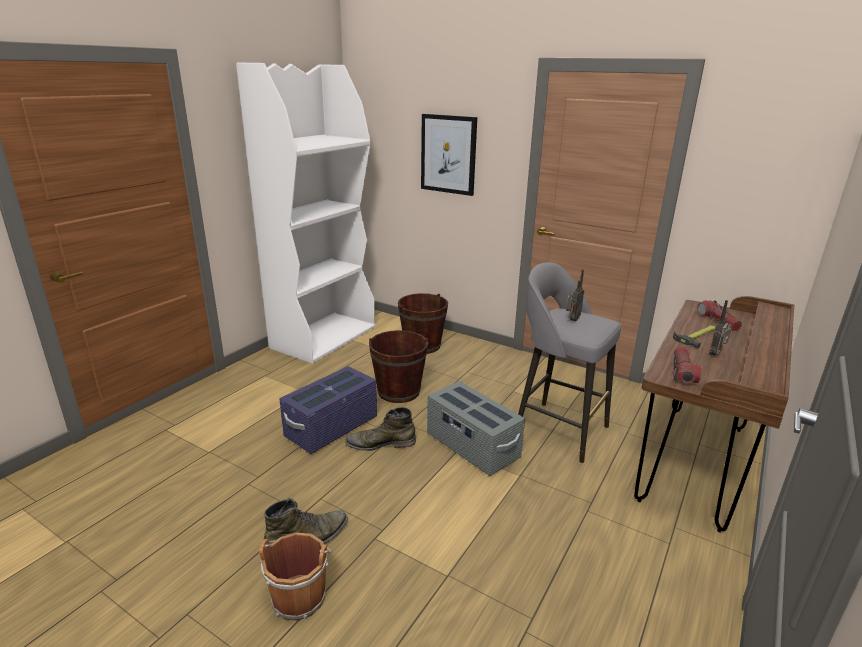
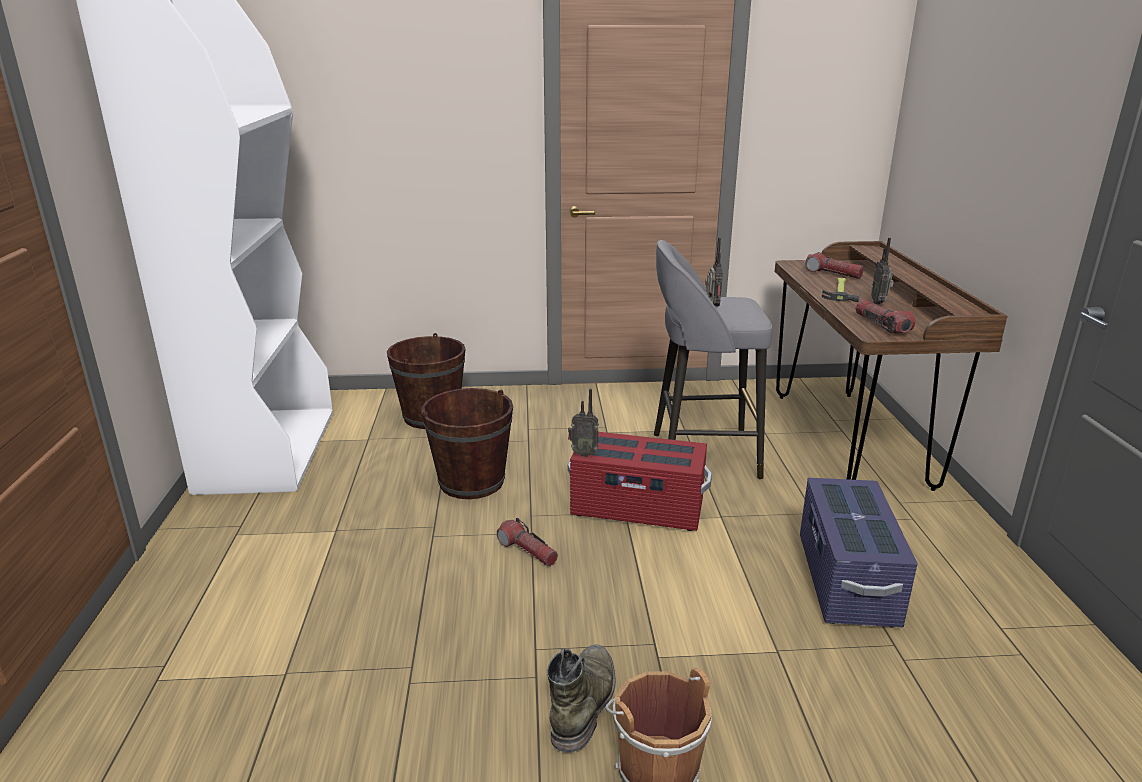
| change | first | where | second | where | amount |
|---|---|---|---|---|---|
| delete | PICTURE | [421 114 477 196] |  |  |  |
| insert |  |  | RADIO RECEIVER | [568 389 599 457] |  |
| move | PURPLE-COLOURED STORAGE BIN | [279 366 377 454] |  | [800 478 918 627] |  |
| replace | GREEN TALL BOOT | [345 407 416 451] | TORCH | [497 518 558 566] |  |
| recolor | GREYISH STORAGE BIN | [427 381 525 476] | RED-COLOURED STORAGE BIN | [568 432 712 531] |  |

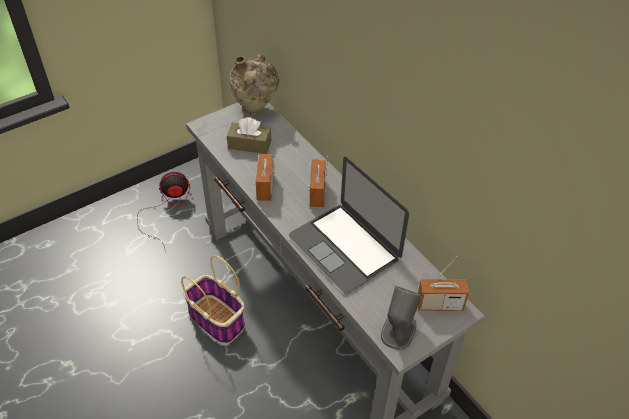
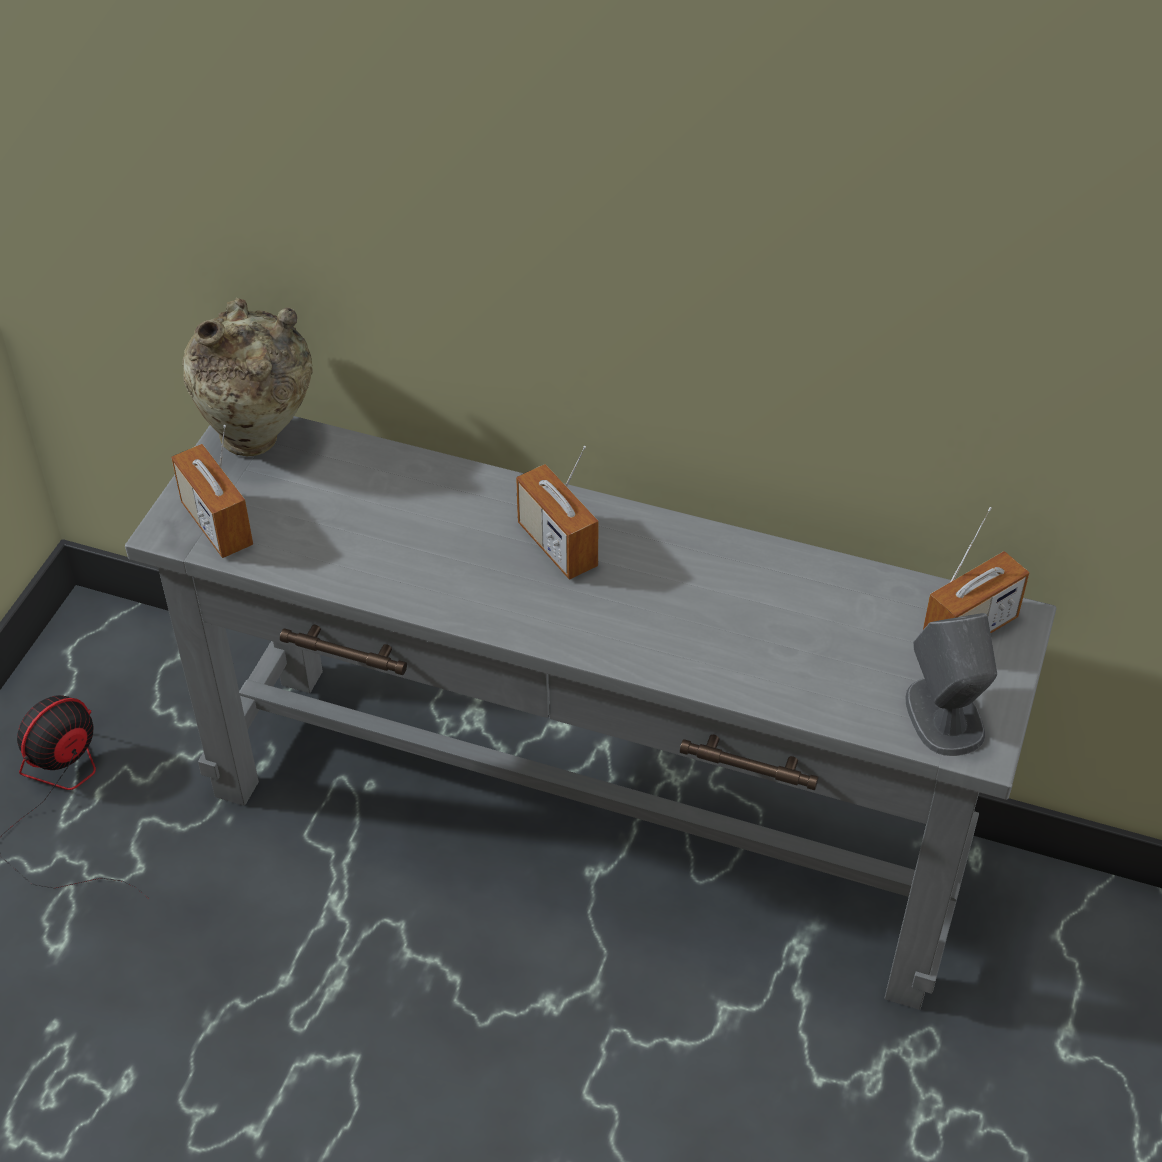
| change | first | where | second | where | amount |
|---|---|---|---|---|---|
| delete | HOUSEHOLD BASKET | [181 255 245 344] |  |  |  |
| delete | BROWN-COLOURED TISSUE BOX | [227 117 271 154] |  |  |  |
| delete | NOTEBOOK COMPUTER | [289 157 409 294] |  |  |  |
| move | RADIO RECEIVER | [255 150 275 201] |  | [171 425 253 558] |  |

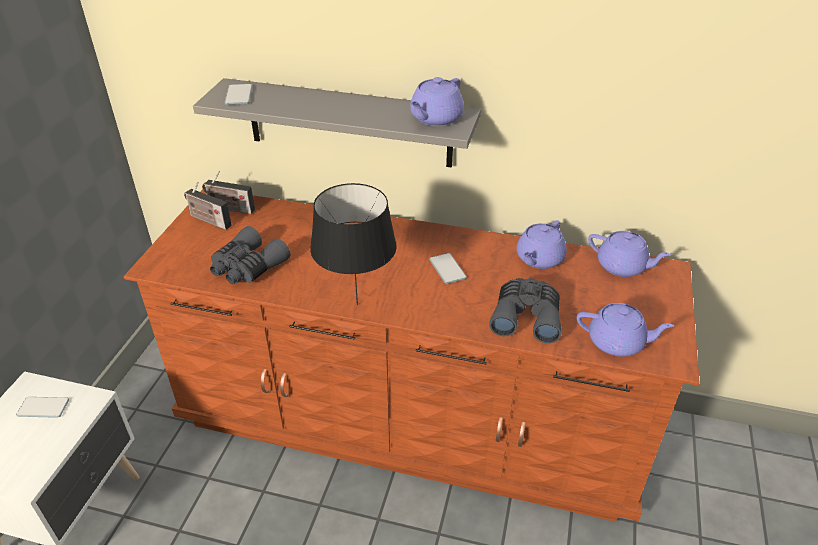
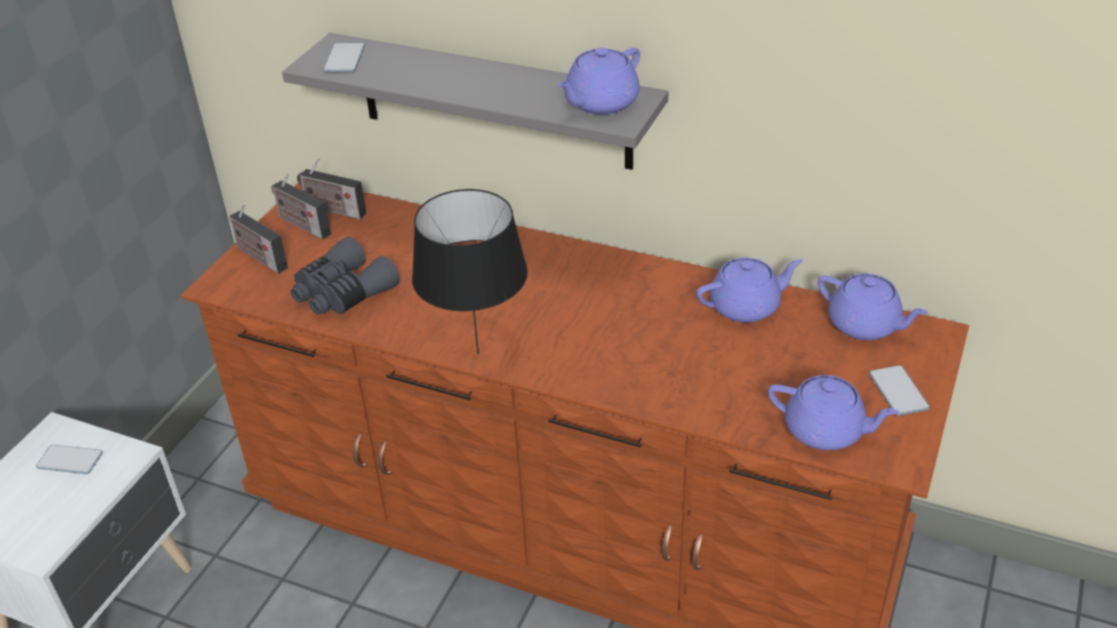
| change | first | where | second | where | amount |
|---|---|---|---|---|---|
| delete | GREYISH BINOCULARS | [489 278 562 343] |  |  |  |
| insert |  |  | RADIO RECEIVER | [229 203 288 274] |  |
| move | PHONE | [429 253 467 284] |  | [869 365 930 416] |  |
| rotate | PURPLE-COLOURED TEA POT | [516 220 567 269] |  | [696 258 803 323] | 150 degrees counterclockwise |

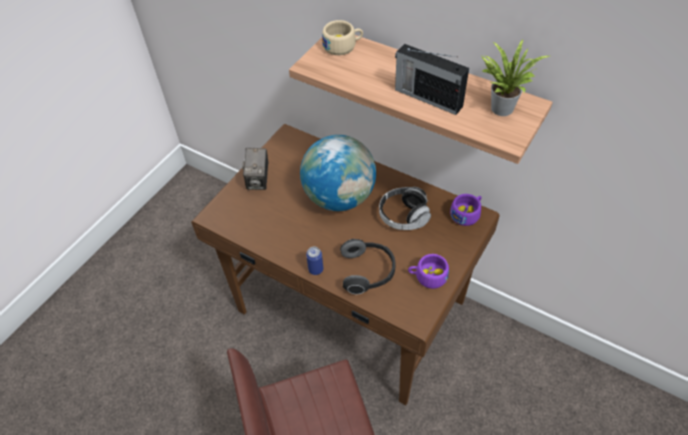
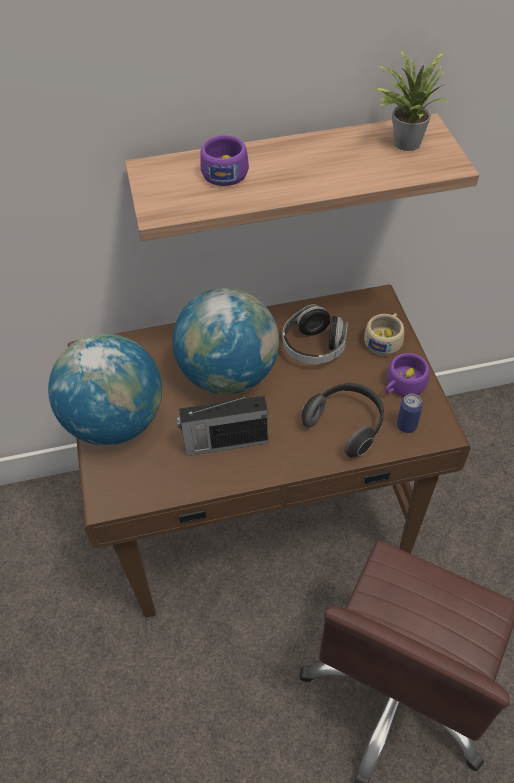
| change | first | where | second | where | amount |
|---|---|---|---|---|---|
| move | SEALED CAN | [306 247 323 275] |  | [397 394 423 433] |  |
| move | BEIGE-COLOURED DRINKING CUP | [322 20 363 55] |  | [364 313 404 356] |  |
| move | RADIO RECEIVER | [395 44 469 115] |  | [176 394 268 456] |  |
| move | PURPLE-COLOURED DRINKING CUP | [450 194 482 226] |  | [200 135 249 186] |  |
| replace | STILL CAMERA | [242 148 268 190] | DESK GLOBE | [48 334 162 445] |  |

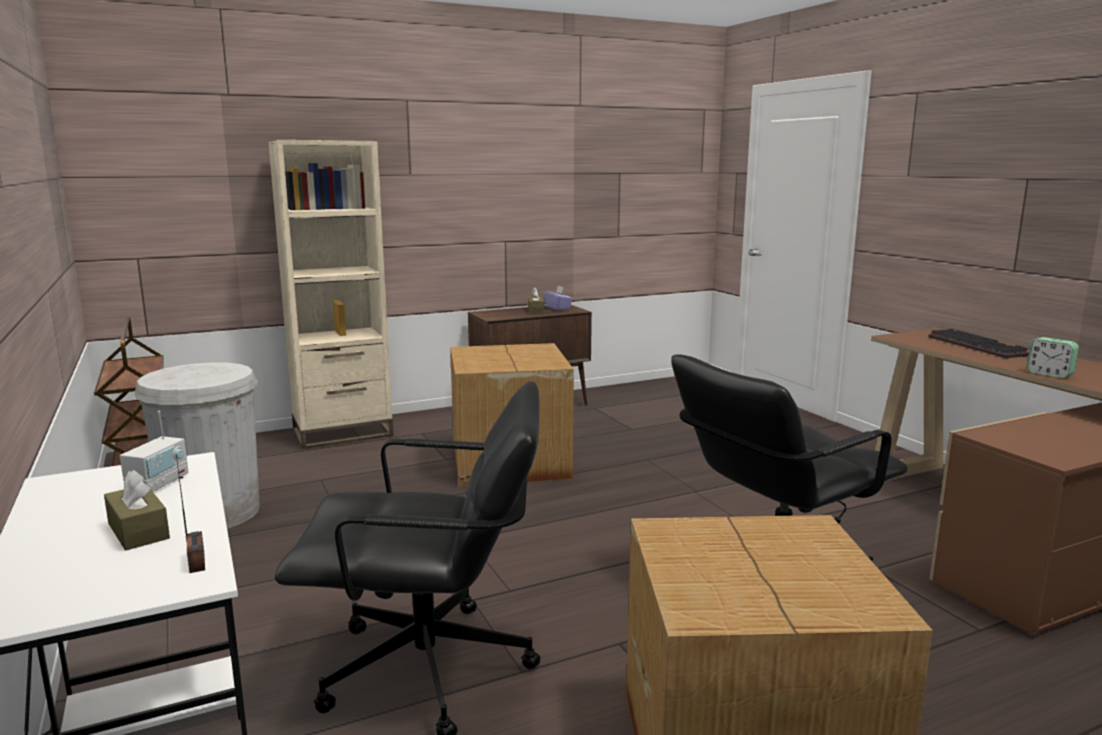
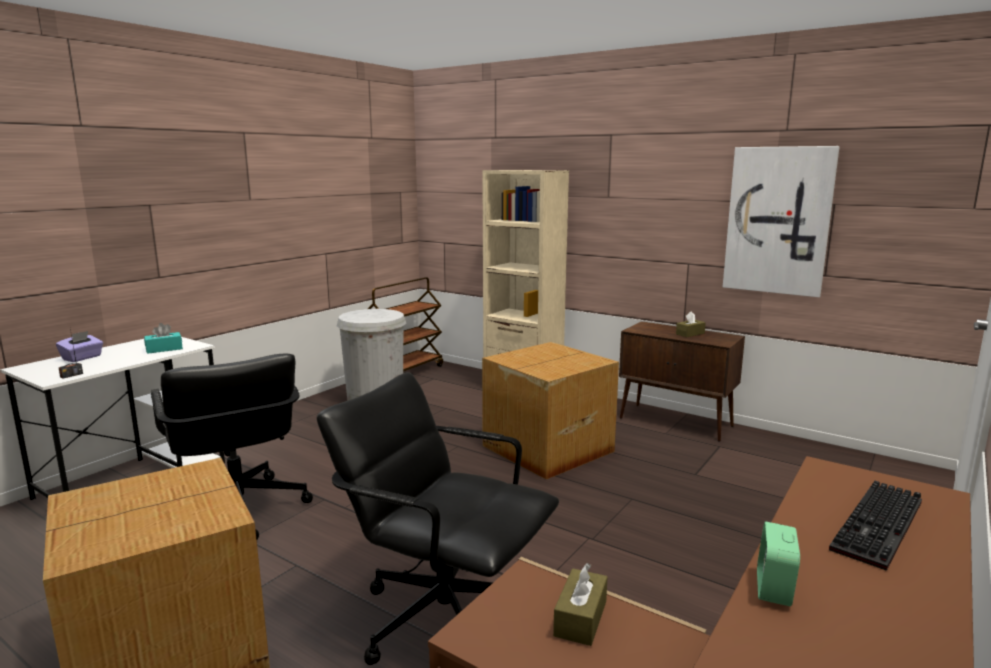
| change | first | where | second | where | amount |
|---|---|---|---|---|---|
| insert |  |  | PICTURE | [723 146 840 297] |  |
| move | BROWN-COLOURED TISSUE BOX | [104 470 170 550] |  | [553 563 607 646] |  |
| move | PURPLE-COLOURED TISSUE BOX | [544 286 573 310] |  | [56 331 103 362] |  |
| replace | RADIO RECEIVER | [120 410 188 492] | TURQUOISE-COLOURED TISSUE BOX | [144 323 183 354] |  |

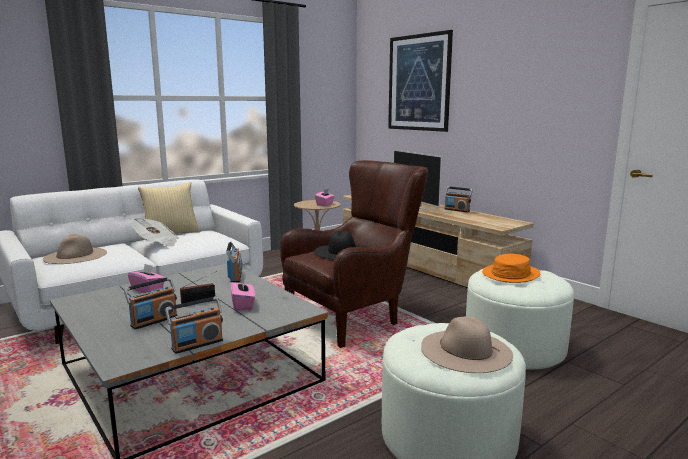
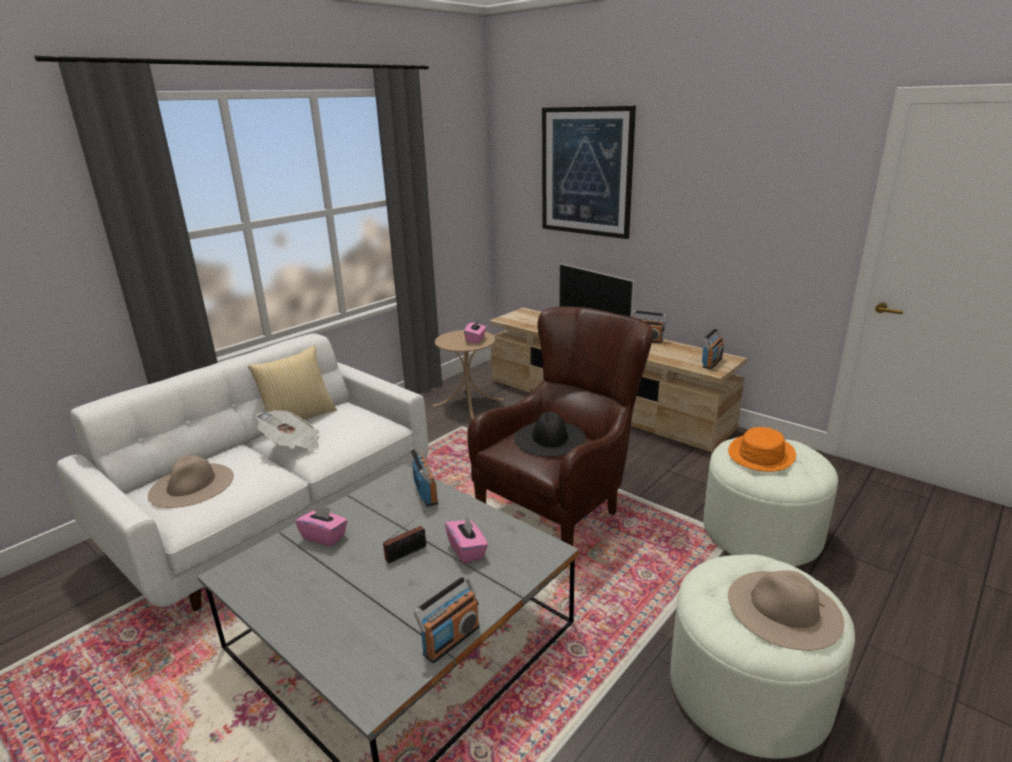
| change | first | where | second | where | amount |
|---|---|---|---|---|---|
| move | RADIO RECEIVER | [124 277 177 329] |  | [702 328 724 369] |  |

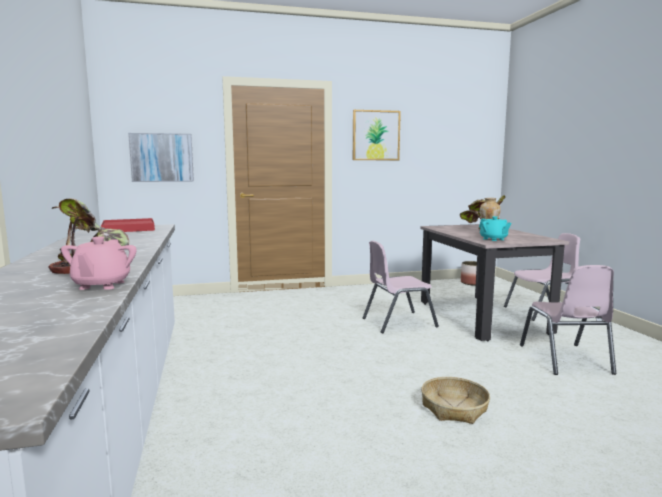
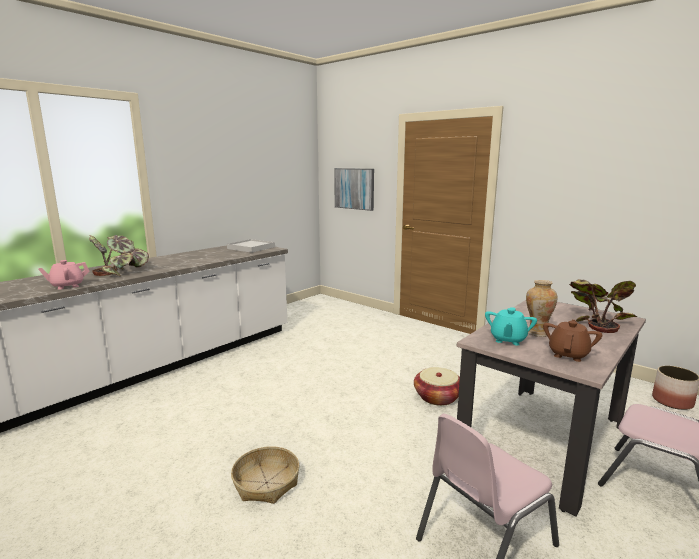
| change | first | where | second | where | amount |
|---|---|---|---|---|---|
| delete | PICTURE | [353 110 401 160] |  |  |  |
| insert |  |  | BROWN-COLOURED TEA POT | [543 320 602 362] |  |
| replace | PINKISH UPRIGHT CHAIR | [363 241 439 333] | HOUSEHOLD BASKET | [414 367 460 406] |  |
| recolor | RED-COLOURED TRAY | [101 218 155 232] | WHITE TRAY | [227 239 275 253] |  |

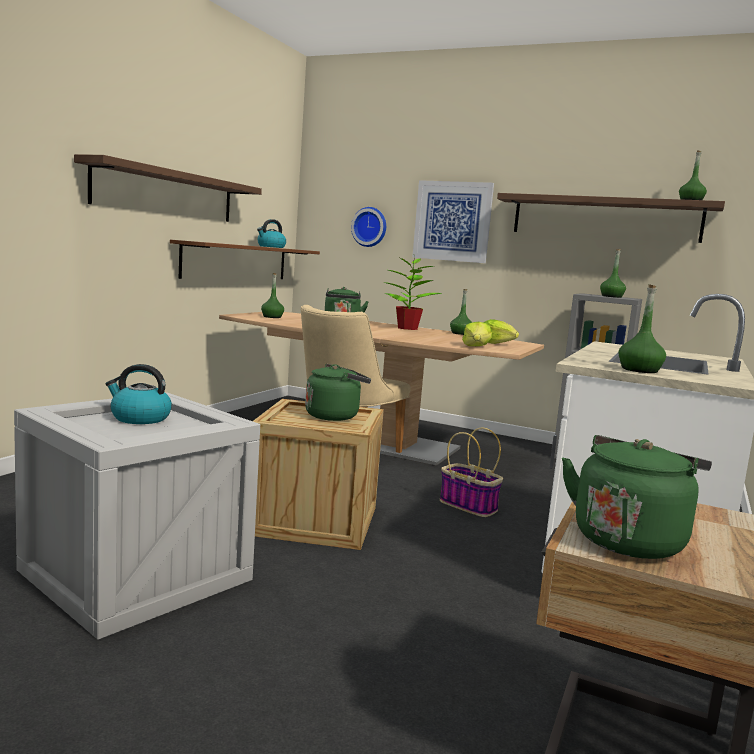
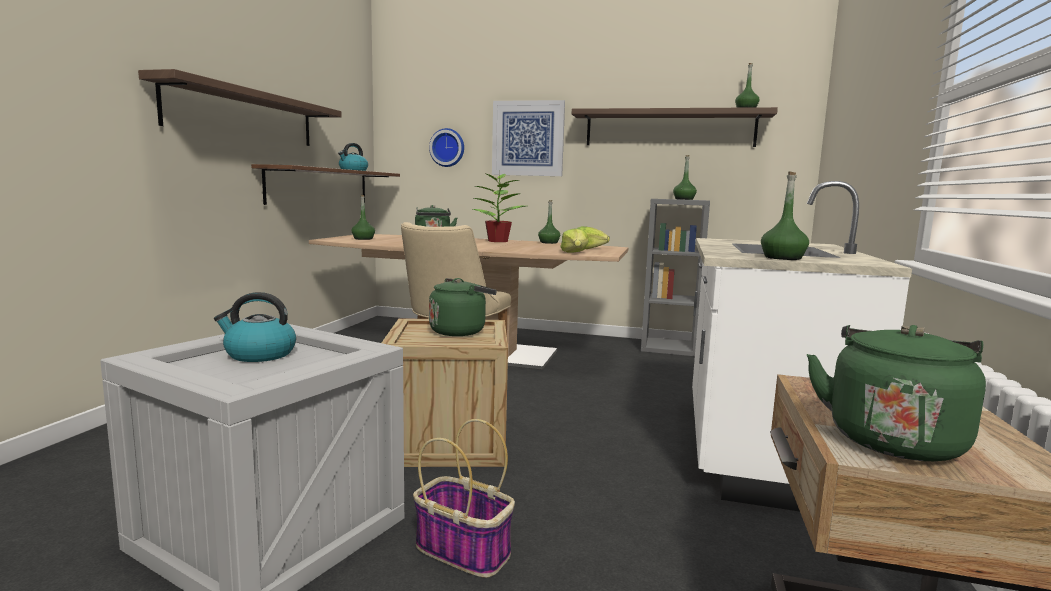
| change | first | where | second | where | amount |
|---|---|---|---|---|---|
| move | HOUSEHOLD BASKET | [440 428 503 517] |  | [413 419 515 578] |  |

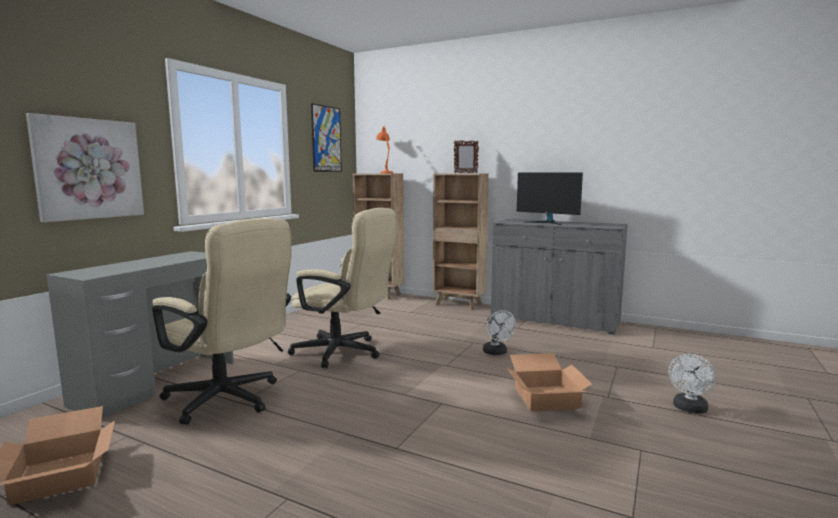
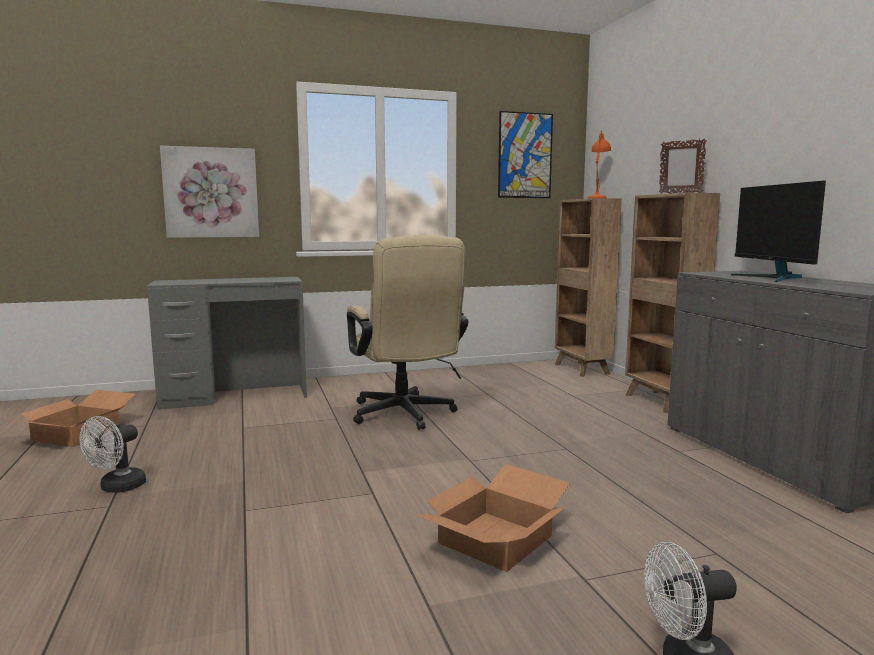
| change | first | where | second | where | amount |
|---|---|---|---|---|---|
| delete | BEIGE-COLOURED COMPUTER CHAIR | [152 218 291 425] |  |  |  |
| move | WHITE ELECTRIC FAN | [483 310 516 355] |  | [79 416 146 493] |  |

